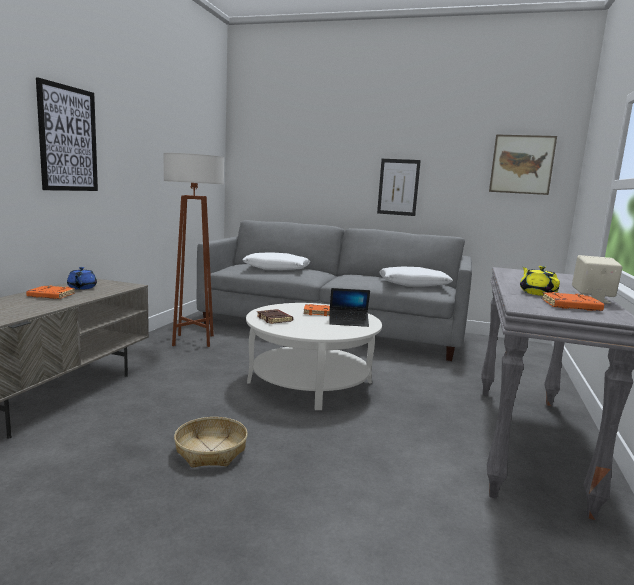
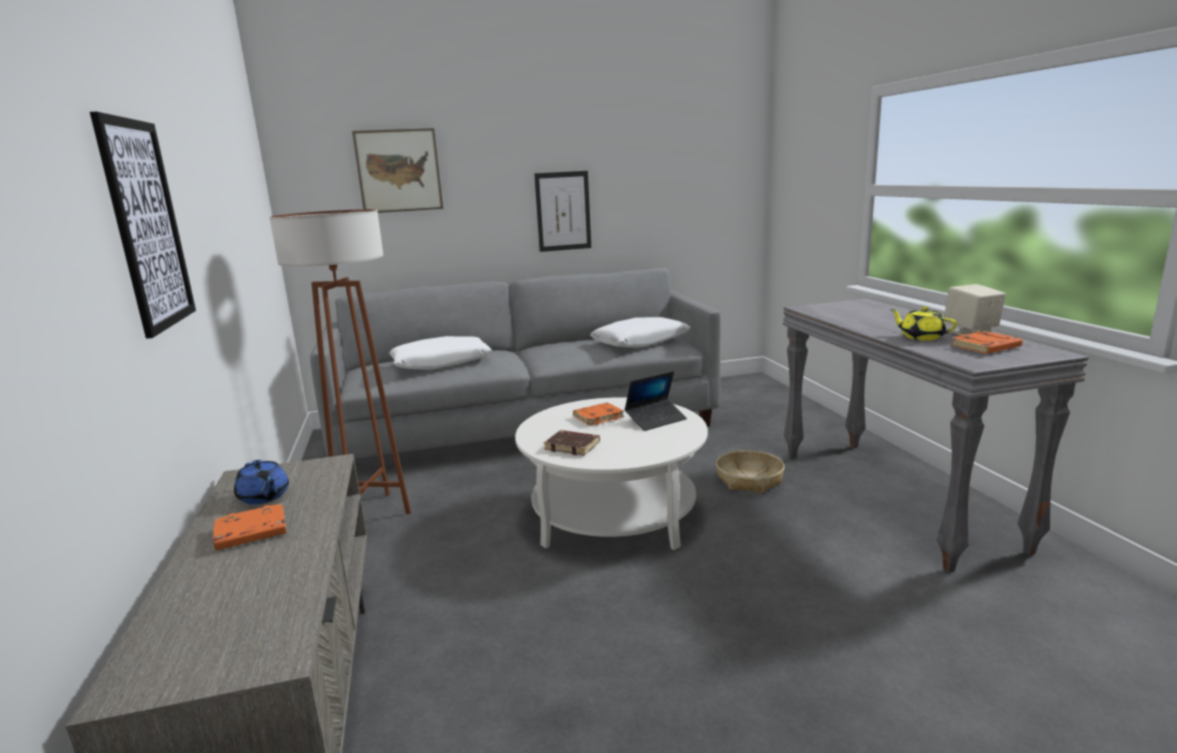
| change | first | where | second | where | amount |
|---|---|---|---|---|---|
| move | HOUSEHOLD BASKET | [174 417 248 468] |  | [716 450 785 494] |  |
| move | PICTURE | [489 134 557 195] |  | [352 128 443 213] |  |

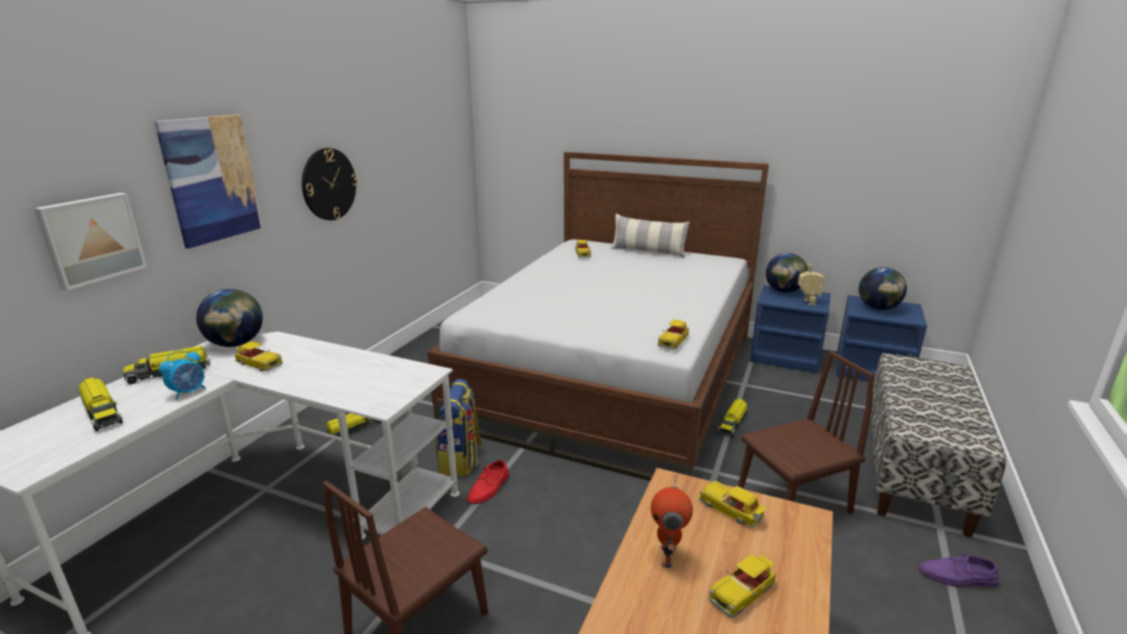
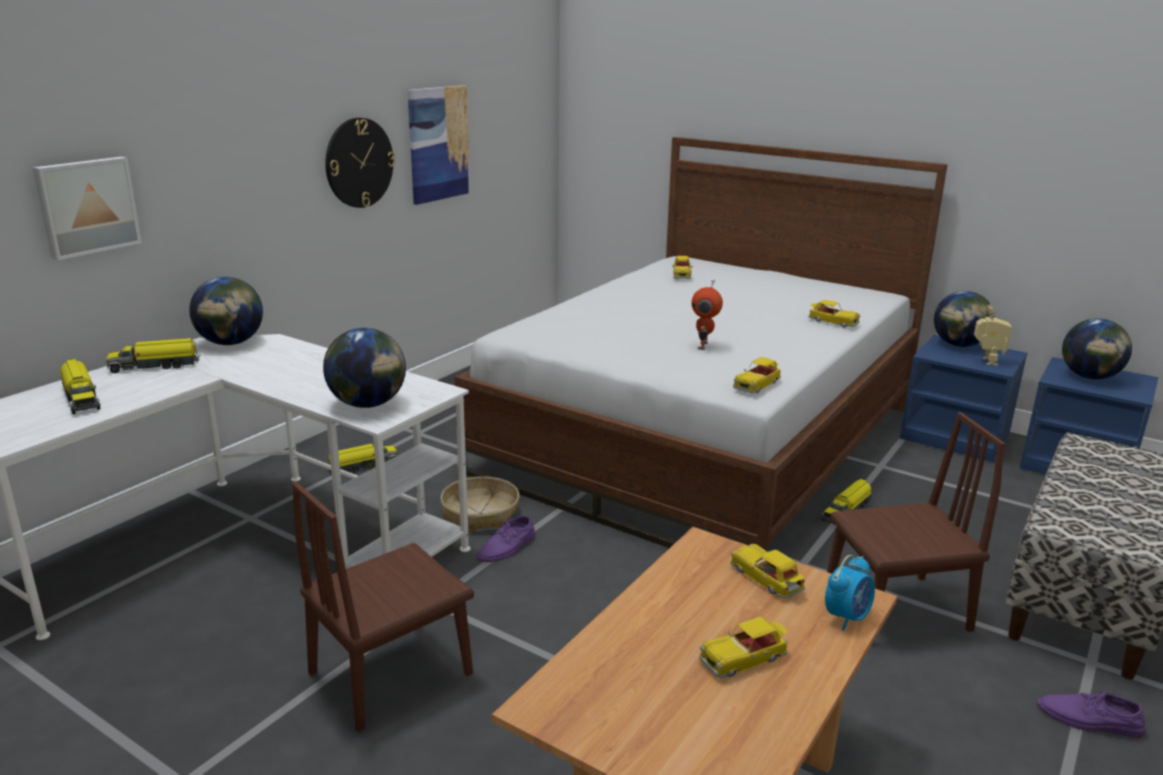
| change | first | where | second | where | amount |
|---|---|---|---|---|---|
| delete | THROW PILLOW | [611 214 690 258] |  |  |  |
| insert |  |  | DESK GLOBE | [323 328 406 408] |  |
| move | PICTURE | [154 114 262 249] |  | [408 85 470 205] |  |
| move | ALARM CLOCK | [159 350 205 400] |  | [825 555 875 631] |  |
| move | MODEL CAR | [235 341 283 371] |  | [809 300 860 328] |  |
| move | TOY ROBOT | [651 474 693 568] |  | [691 281 723 350] |  |
| replace | RUCKSACK | [436 379 483 476] | HOUSEHOLD BASKET | [440 476 519 532] |  |
| recolor | RED-COLOURED ITEM OF FOOTWEAR | [467 460 509 504] | PURPLE-COLOURED ITEM OF FOOTWEAR | [477 516 535 562] |  |

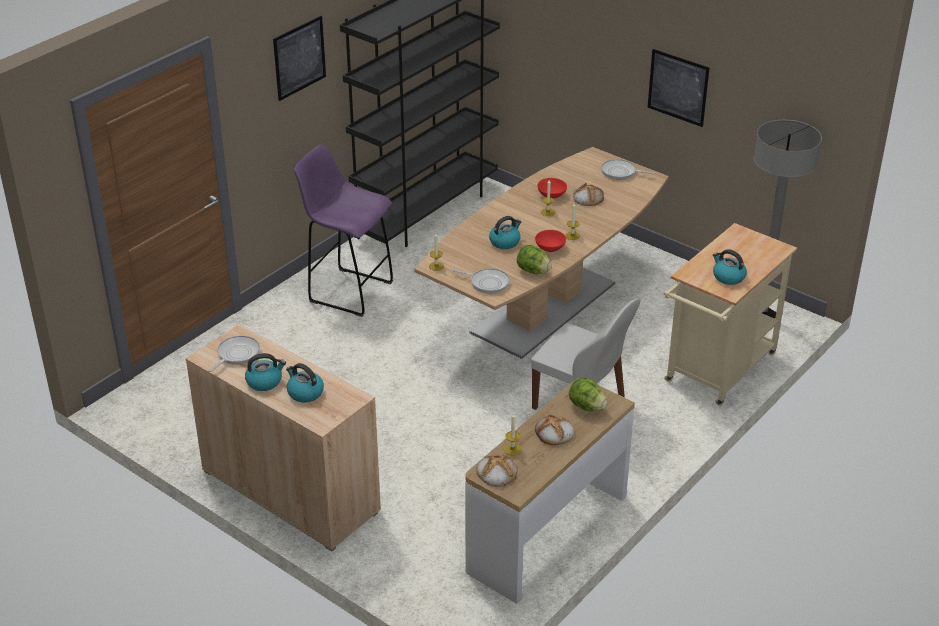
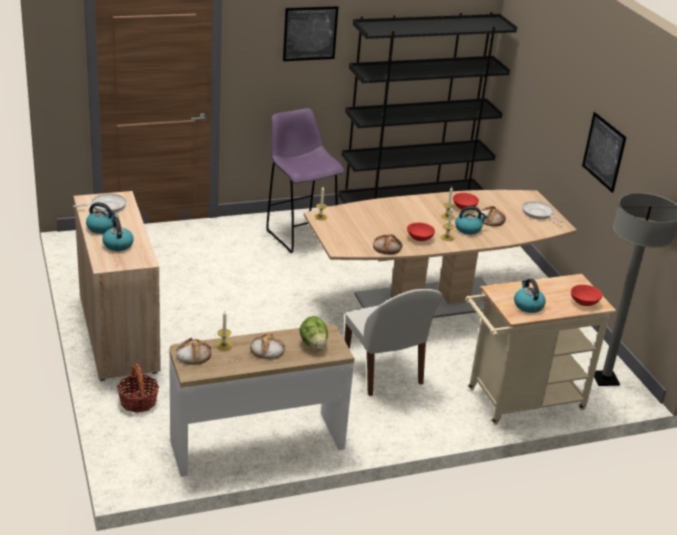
| change | first | where | second | where | amount |
|---|---|---|---|---|---|
| delete | FRYING PAN | [452 268 510 294] |  |  |  |
| insert |  |  | HOUSEHOLD BASKET | [117 364 159 413] |  |
| insert |  |  | RED-COLOURED DEEP DISH | [571 285 603 306] |  |
| move | KETTLE | [489 216 521 249] |  | [455 206 488 235] |  |
| replace | LETTUCE | [517 245 552 274] | BAKED BREAD | [373 234 402 255] |  |

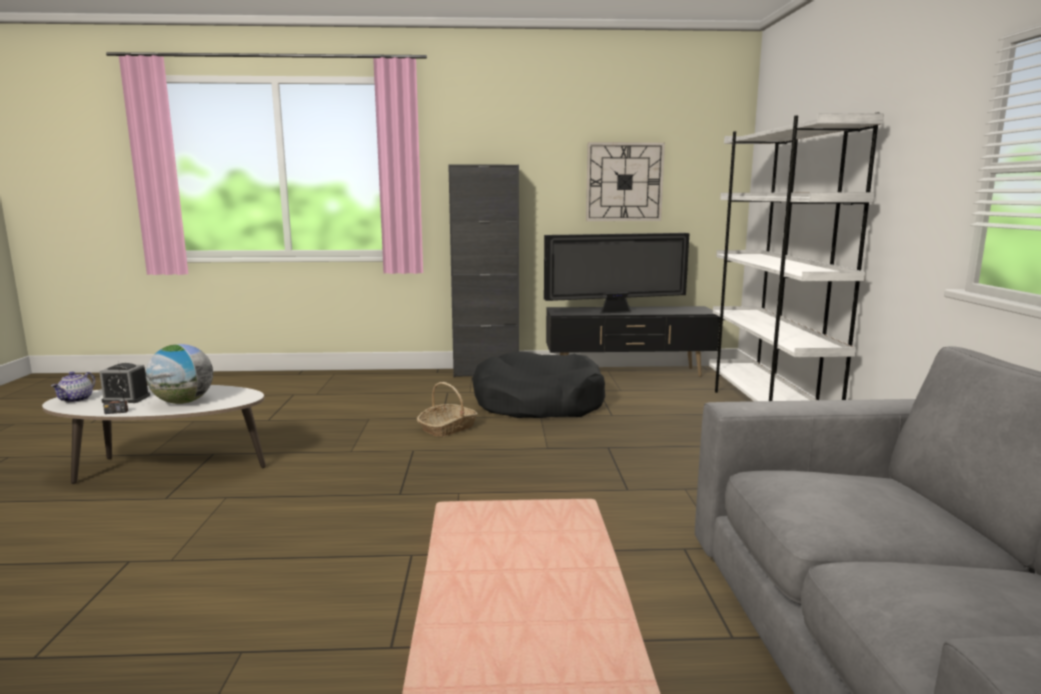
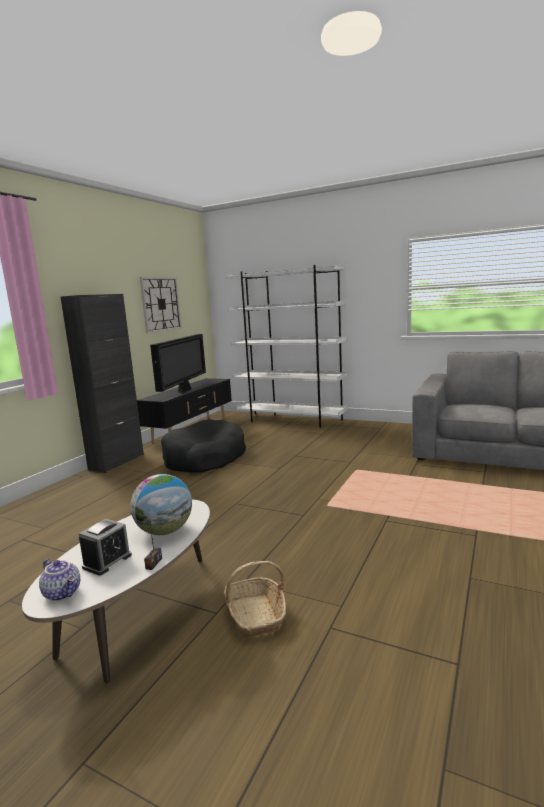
| change | first | where | second | where | amount |
|---|---|---|---|---|---|
| move | HOUSEHOLD BASKET | [417 382 478 437] |  | [224 561 286 637] |  |

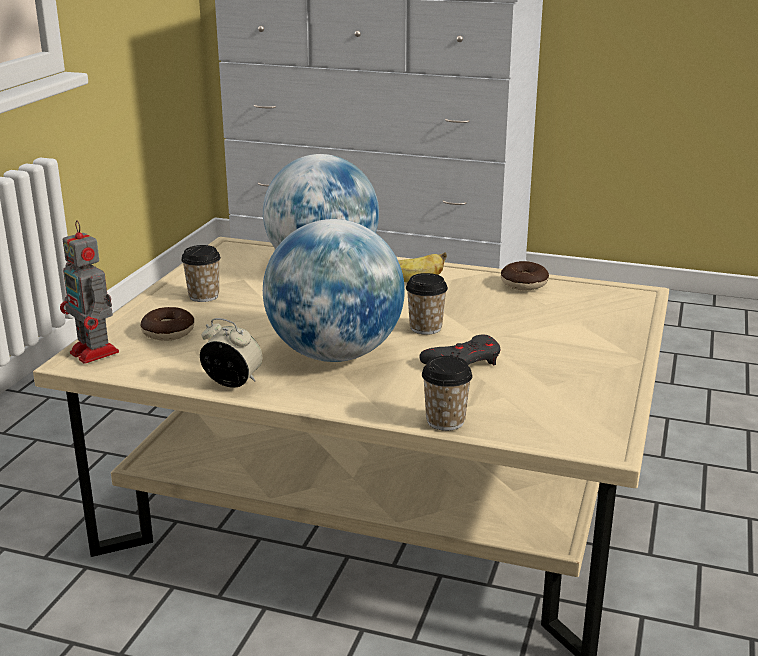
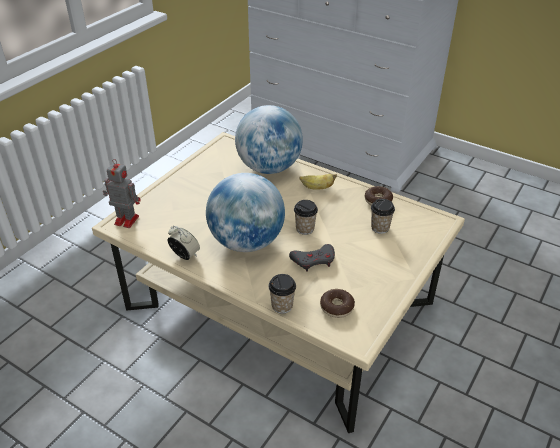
| change | first | where | second | where | amount |
|---|---|---|---|---|---|
| move | DONUT | [140 307 194 341] |  | [320 289 355 318] |  |
| move | DRINKING CUP | [181 245 221 302] |  | [371 199 395 234] |  |
| rotate | TOY ROBOT | [60 220 119 364] |  | [103 159 141 228] | 135 degrees clockwise |

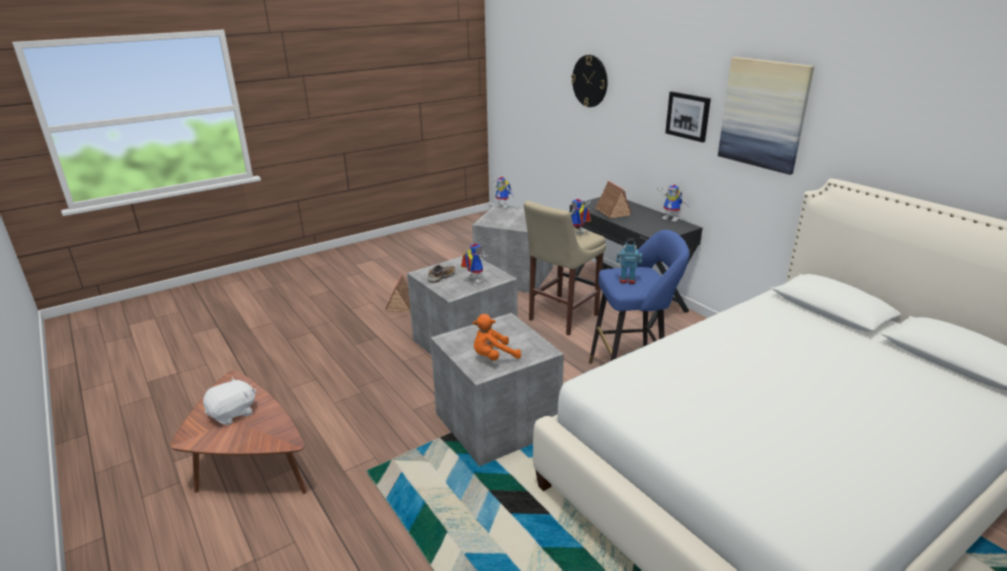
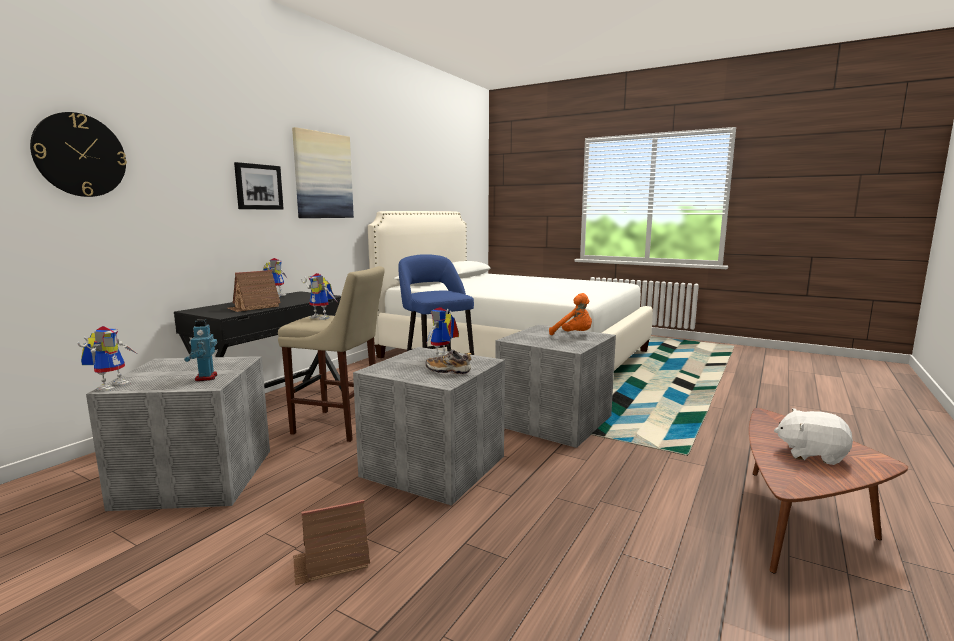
| change | first | where | second | where | amount |
|---|---|---|---|---|---|
| move | TOY ROBOT | [616 238 642 284] |  | [184 319 217 381] |  |

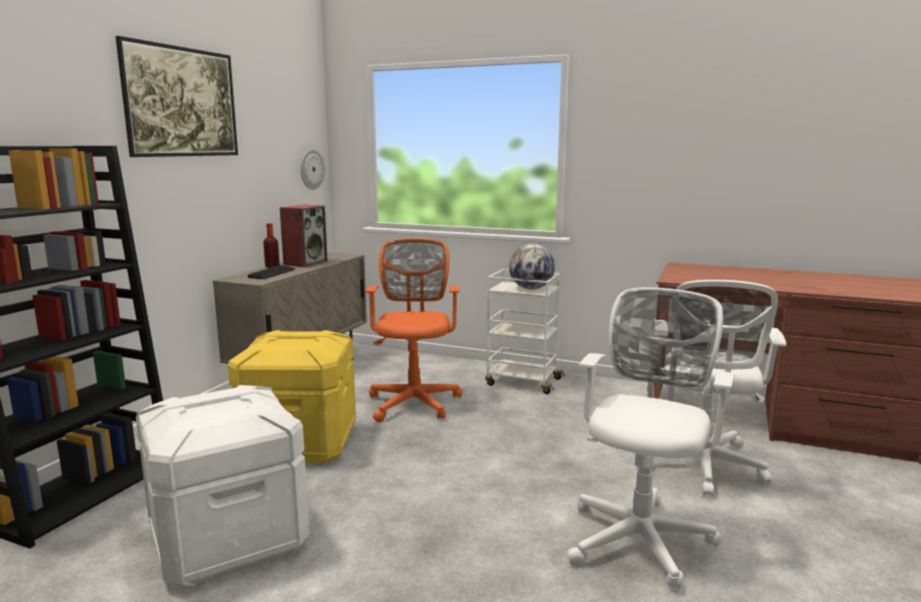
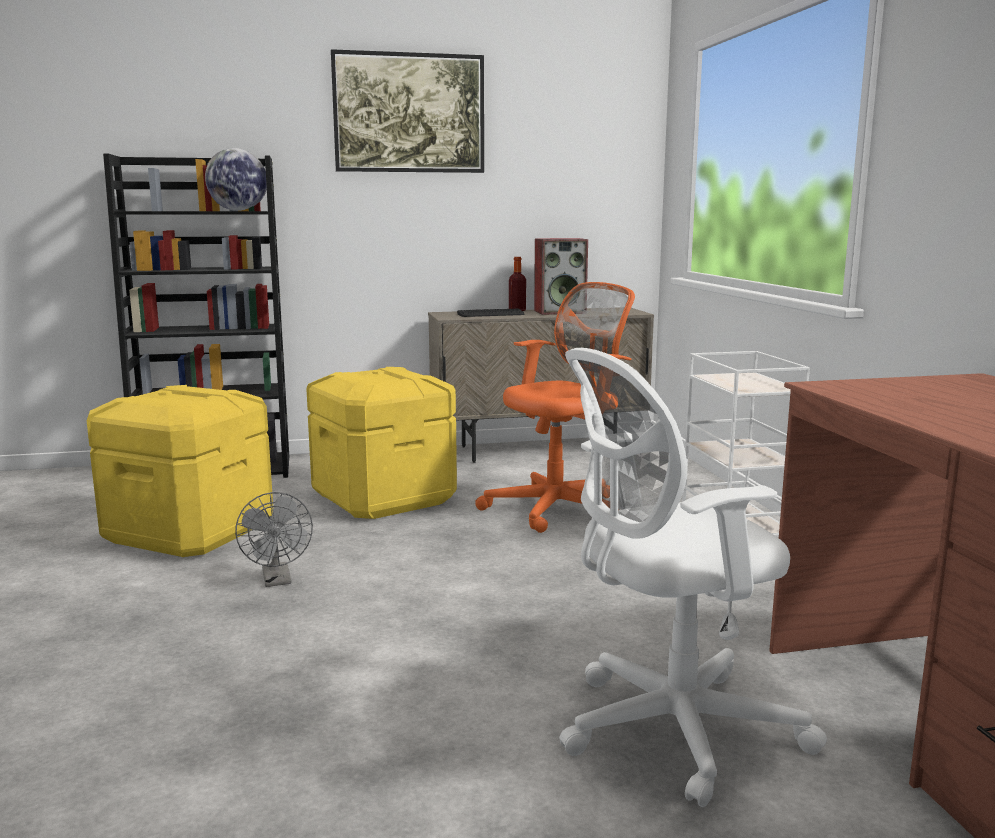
| change | first | where | second | where | amount |
|---|---|---|---|---|---|
| delete | WALL CLOCK | [301 149 325 189] |  |  |  |
| delete | WHITE COMPUTER CHAIR | [567 288 735 589] |  |  |  |
| insert |  |  | GREYISH ELECTRIC FAN | [235 492 313 587] |  |
| move | DESK GLOBE | [509 244 555 290] |  | [205 148 267 211] |  |
| recolor | WHITE STORAGE BIN | [136 385 310 586] | YELLOW-COLOURED STORAGE BIN | [87 385 273 557] |  |

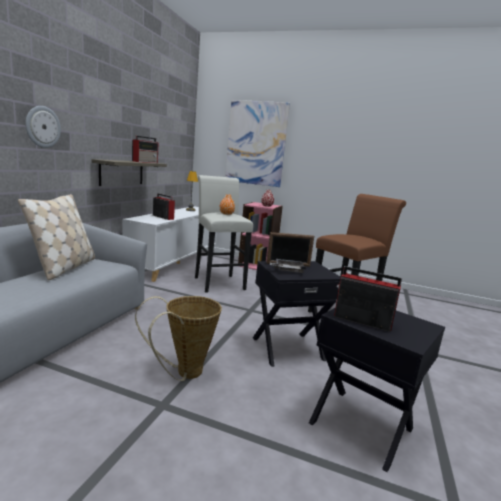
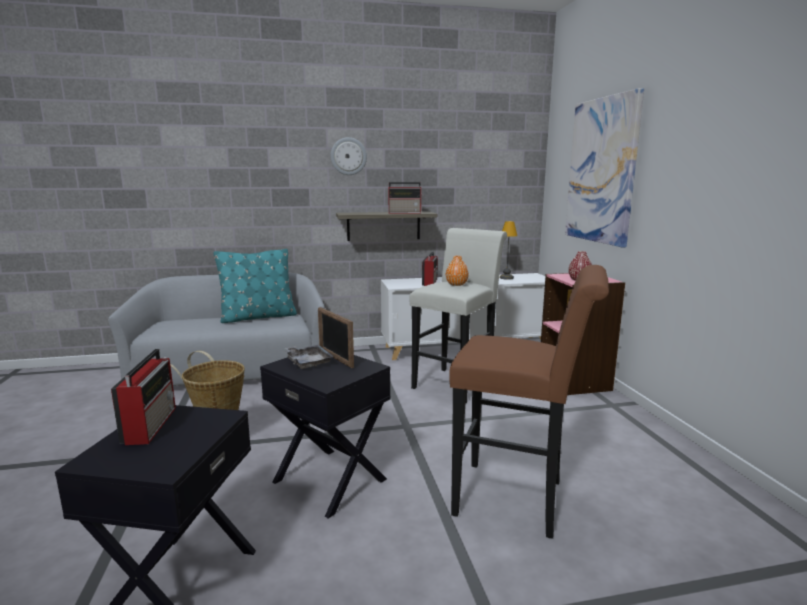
| change | first | where | second | where | amount |
|---|---|---|---|---|---|
| move | WALL CLOCK | [25 106 61 148] |  | [331 137 367 175] |  |
| recolor | BEIGE-COLOURED THROW PILLOW | [18 194 95 280] | TURQUOISE-COLOURED THROW PILLOW | [214 249 297 323] |  |

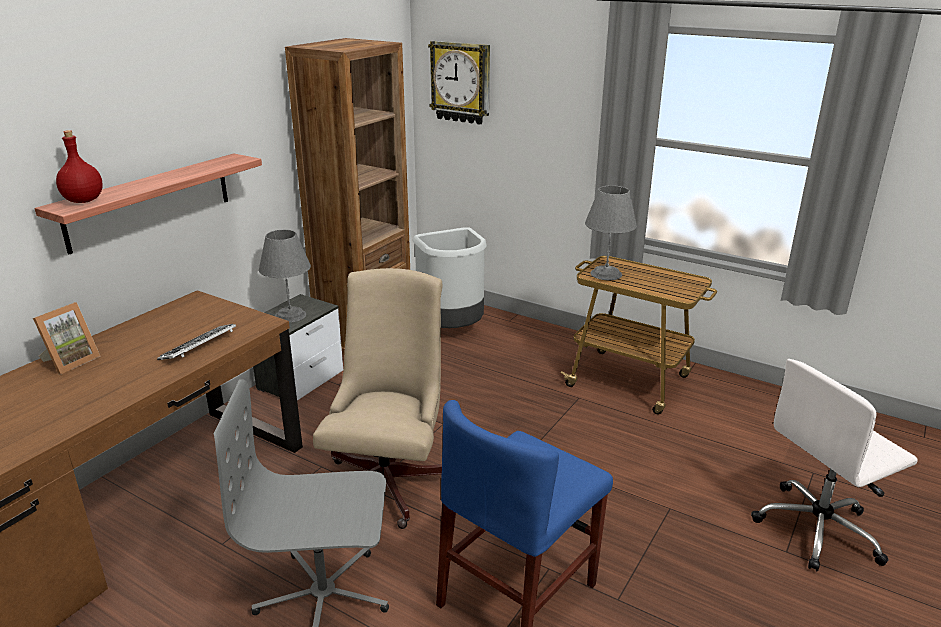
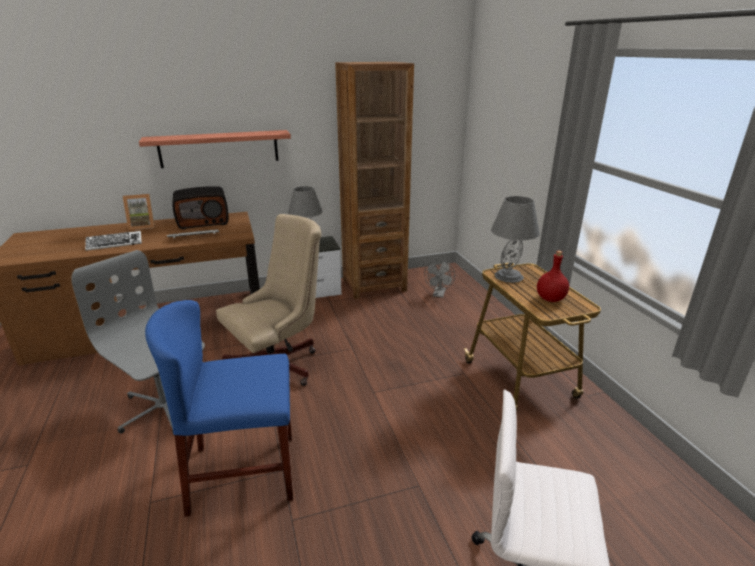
| change | first | where | second | where | amount |
|---|---|---|---|---|---|
| delete | WALL CLOCK | [428 41 490 125] |  |  |  |
| insert |  |  | KEYBOARD | [85 231 142 251] |  |
| insert |  |  | RADIO RECEIVER | [172 186 228 229] |  |
| move | RED-COLOURED BOTTLE | [56 130 103 203] |  | [537 251 569 302] |  |
| replace | GREYISH RUBBISH BIN | [413 227 487 328] | GREYISH ELECTRIC FAN | [424 260 455 298] |  |

